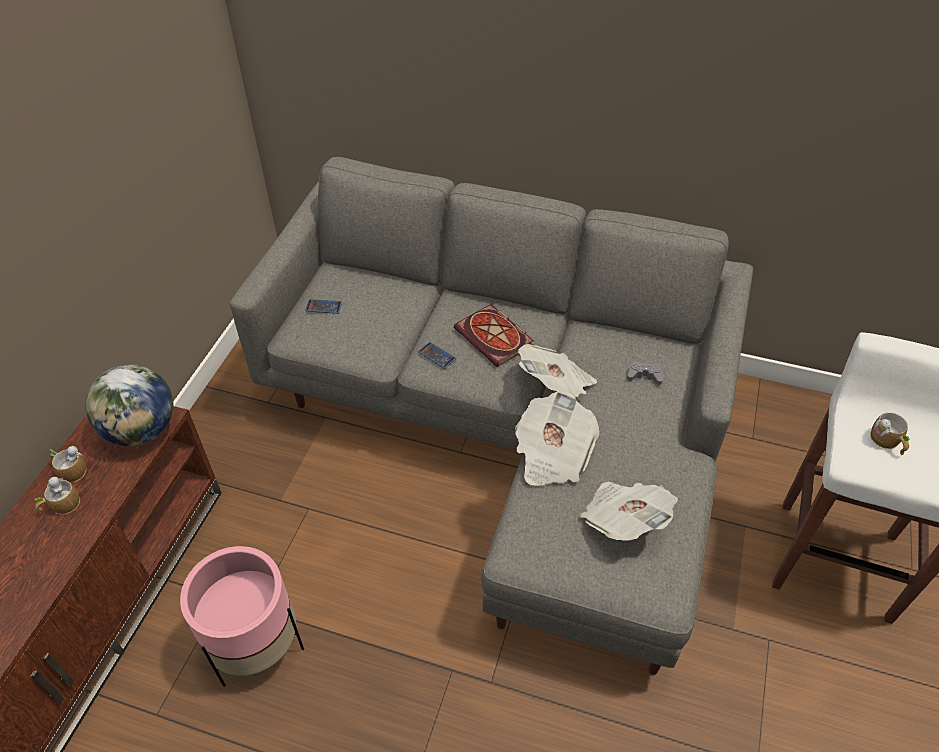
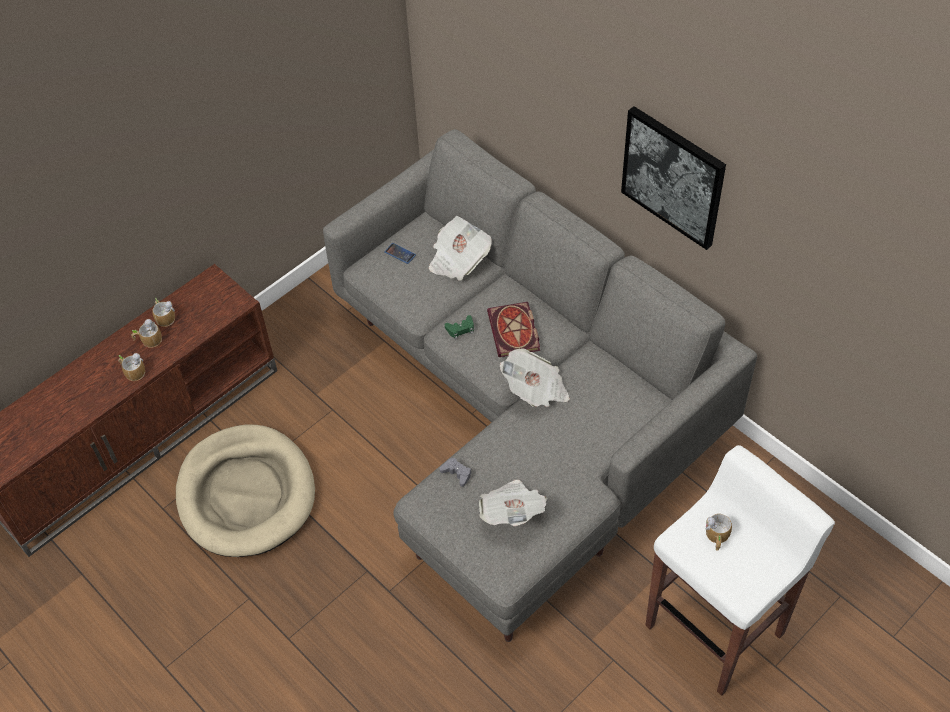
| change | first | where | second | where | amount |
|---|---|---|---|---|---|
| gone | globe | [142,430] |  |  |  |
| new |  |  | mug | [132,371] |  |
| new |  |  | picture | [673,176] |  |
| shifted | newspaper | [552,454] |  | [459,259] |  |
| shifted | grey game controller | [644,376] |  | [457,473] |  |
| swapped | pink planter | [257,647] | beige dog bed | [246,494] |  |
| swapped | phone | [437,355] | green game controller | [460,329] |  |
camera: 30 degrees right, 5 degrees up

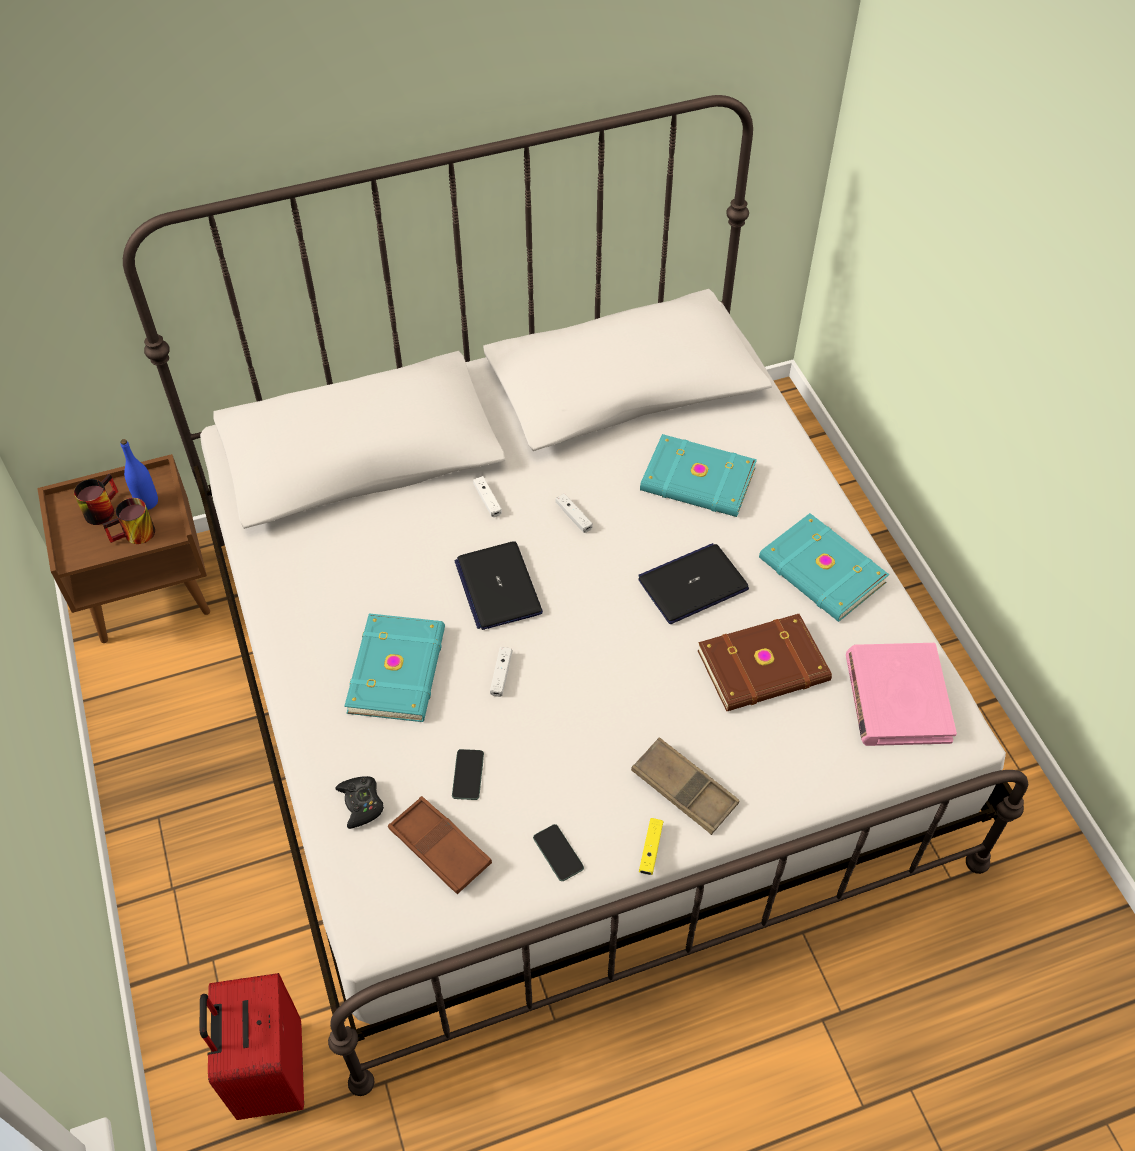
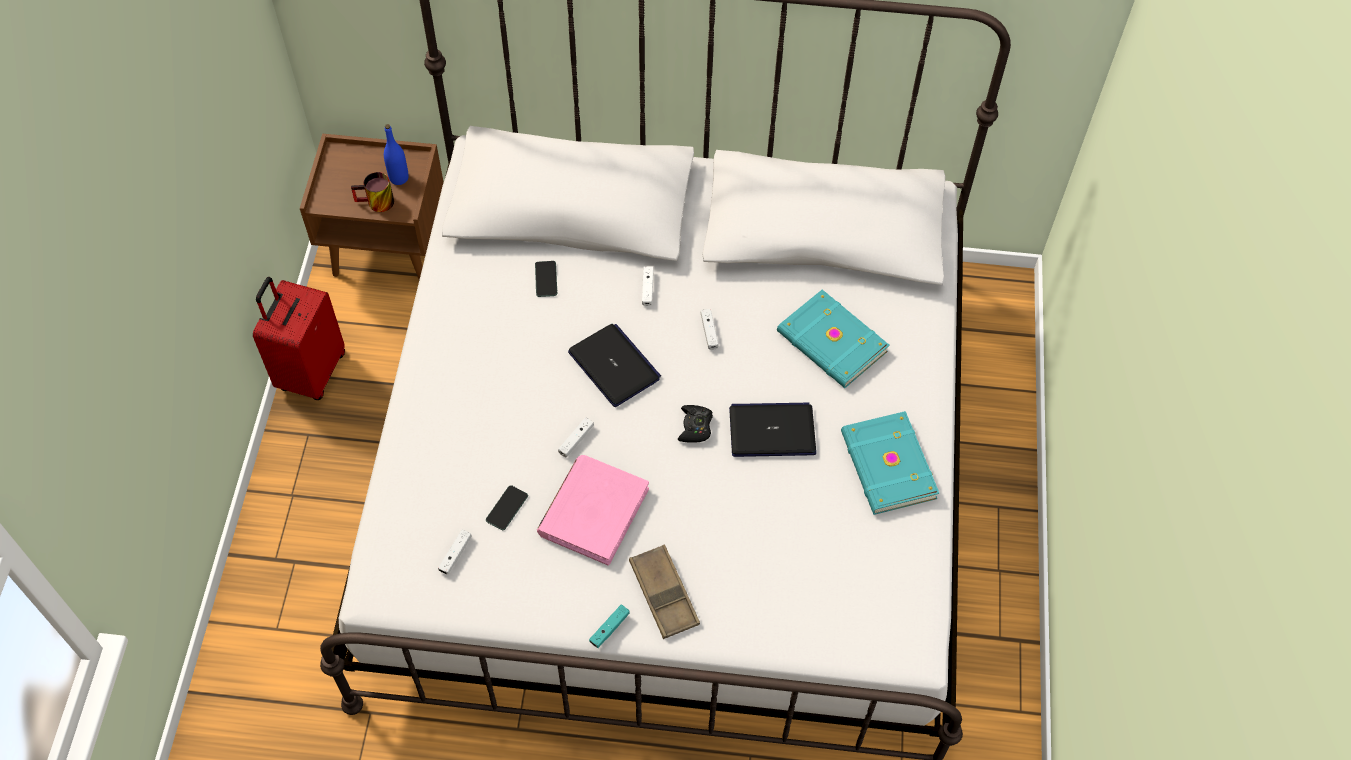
| change | first | where | second | where | amount |
|---|---|---|---|---|---|
| gone | mug | [100,508] |  |  |  |
| gone | turquoise book | [399,670] |  |  |  |
| gone | brown book | [764,668] |  |  |  |
| shifted | red suitcase | [269,1072] |  | [310,372] |  |
| shifted | black game controller | [361,804] |  | [695,427] |  |
| shifted | phone | [558,853] |  | [546,279] |  |
| shifted | pink book | [897,697] |  | [593,511] |  |
| swapped | brown tray | [440,848] | white game controller | [455,554] |  |
| repainted | yellow game controller | [650,849] | turquoise game controller | [609,628] |  |
| rotated | laptop | [498,586] |  | [614,366] | 135 degrees clockwise |
camera: 25 degrees right, 5 degrees up

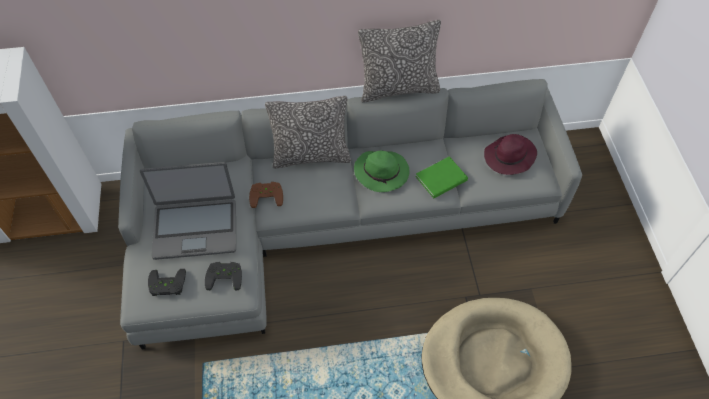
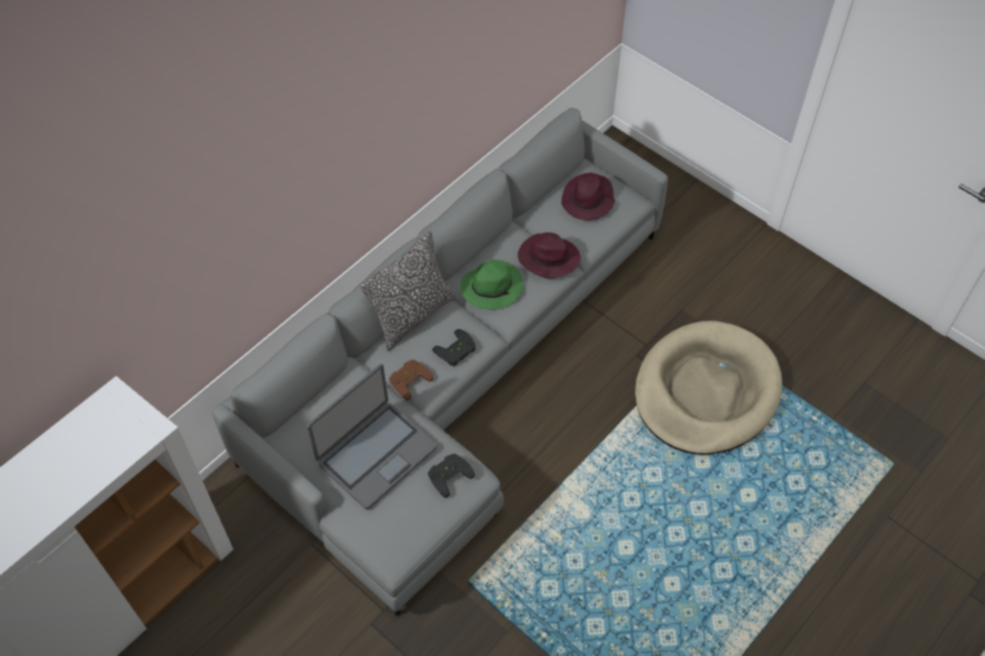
| change | first | where | second | where | amount |
|---|---|---|---|---|---|
| gone | pillow | [398,89] |  |  |  |
| shifted | black game controller | [167,286] |  | [456,351] |  |
| swapped | green book | [439,178] | purple hat | [547,258] |  |
camera: 40 degrees left, 0 degrees up

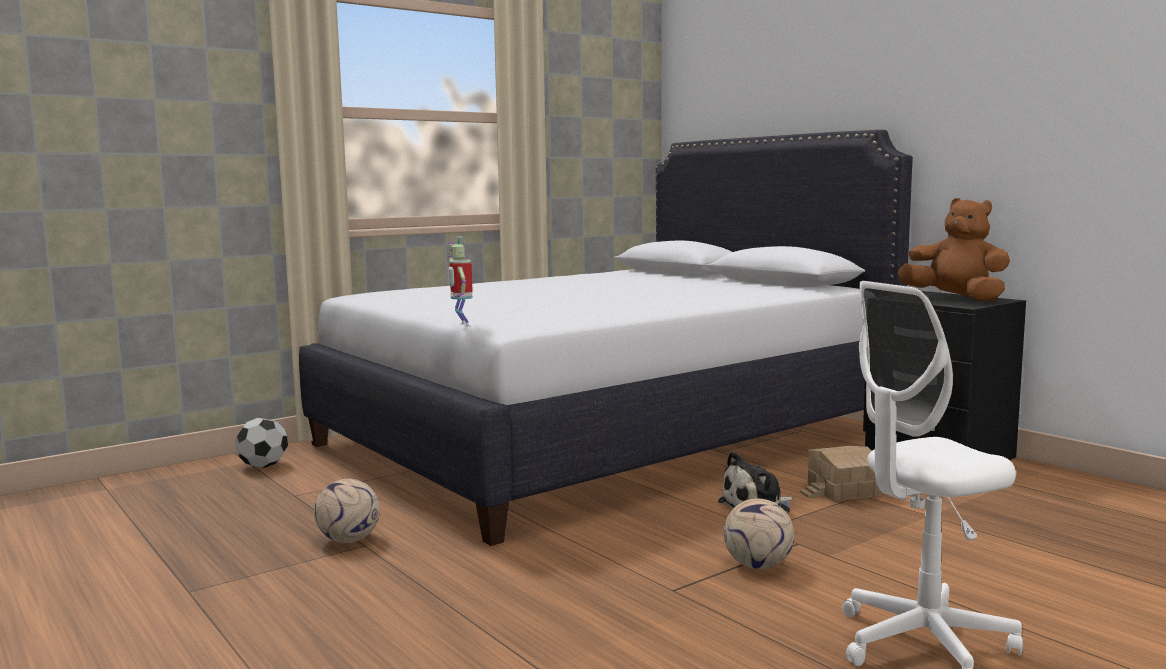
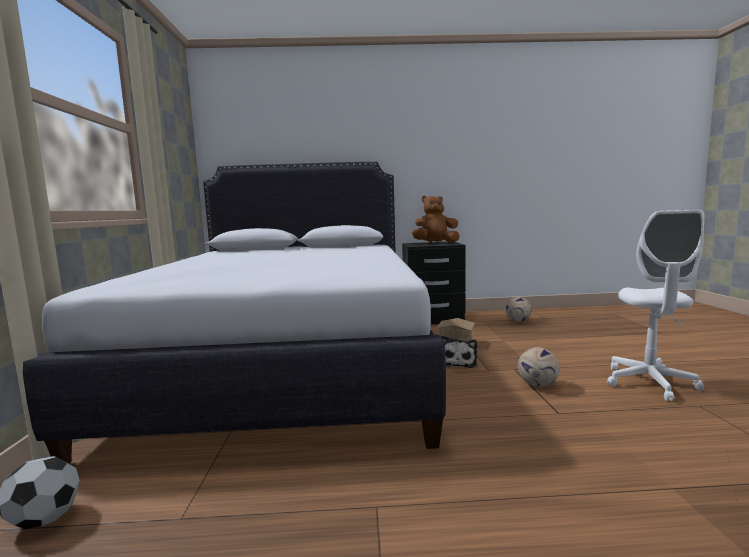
| change | first | where | second | where | amount |
|---|---|---|---|---|---|
| gone | toy robot | [461,325] |  |  |  |
| shifted | football | [348,540] |  | [517,321] |  |
camera: 55 degrees left, 0 degrees up

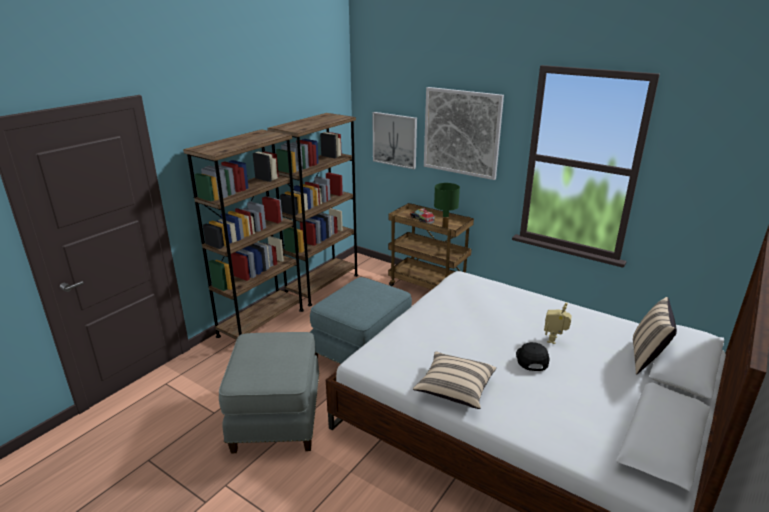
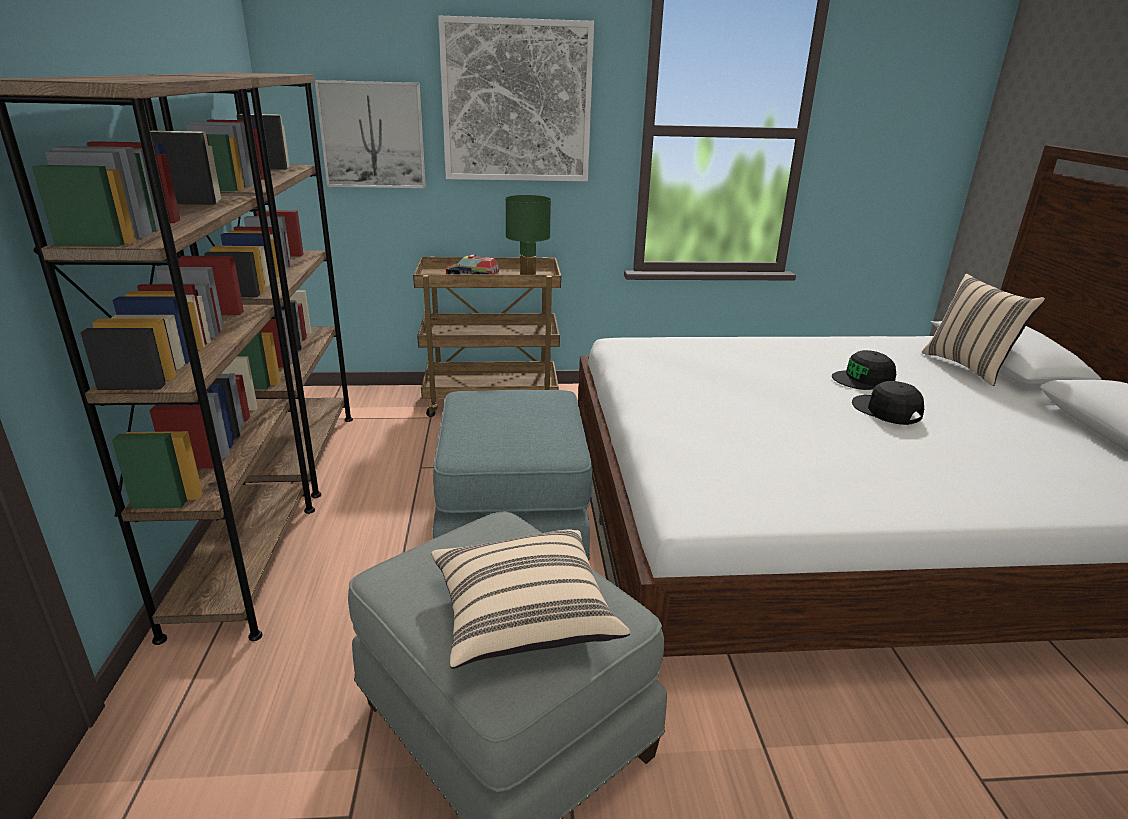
| change | first | where | second | where | amount |
|---|---|---|---|---|---|
| shifted | beige pillow | [455,389] |  | [523,617] |  |
| swapped | toy robot | [554,340] | black cap | [863,379] |  |
camera: 40 degrees left, 0 degrees up

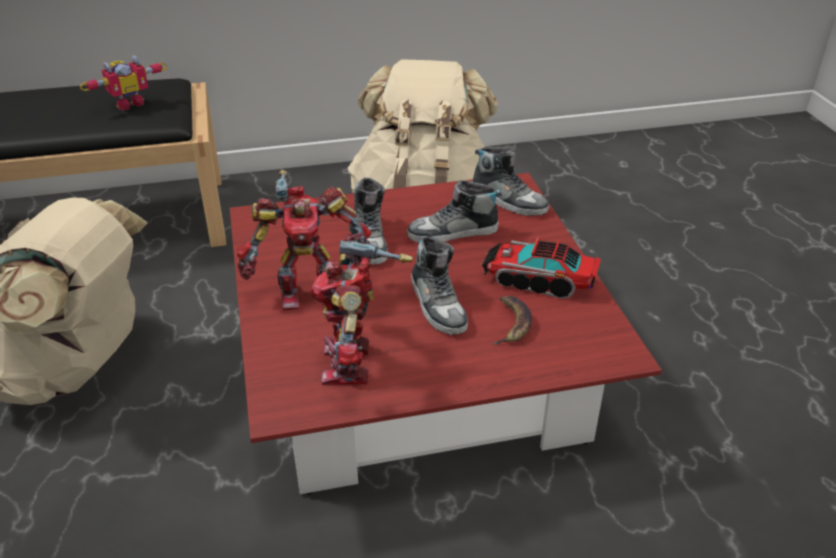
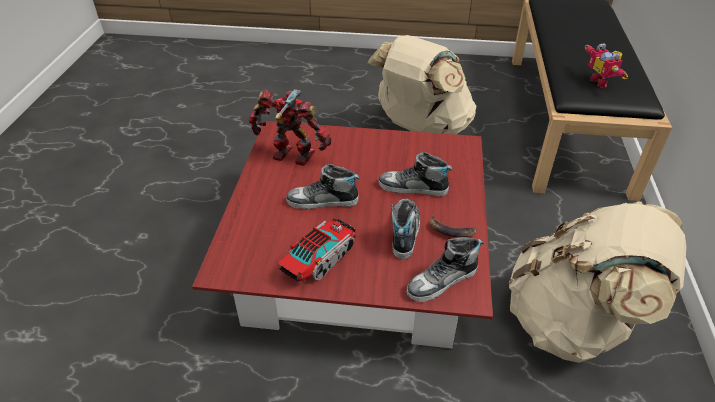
| change | first | where | second | where | amount |
|---|---|---|---|---|---|
| gone | toy robot | [307,291] |  |  |  |
| shifted | banana | [511,323] |  | [451,230] |  |
camera: 110 degrees right, 5 degrees up

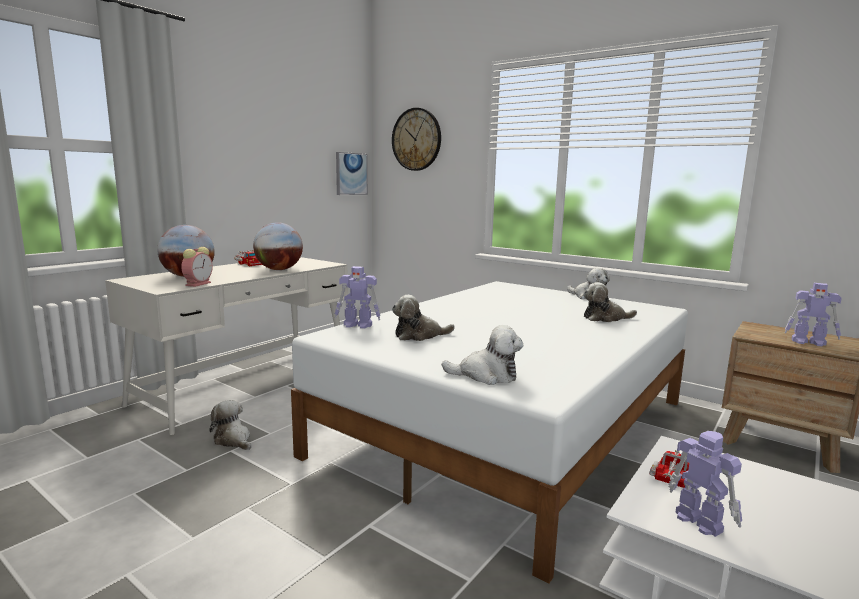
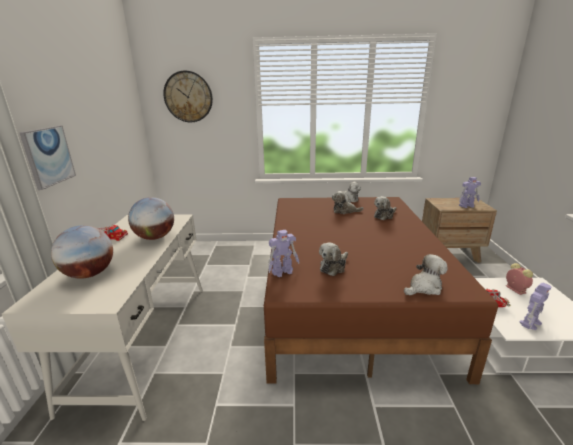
| change | first | where | second | where | amount |
|---|---|---|---|---|---|
| shifted | alarm clock | [198,284] |  | [514,289] |  |
| shifted | plush toy | [233,440] |  | [344,211] |  |
| shifted | picture | [351,174] |  | [48,156] |  |
| repainted | white bed | [510,427] | brown bed | [349,294] |  |
| rotated | toy robot | [698,520] |  | [530,323] | 120 degrees clockwise |
camera: 35 degrees left, 10 degrees up

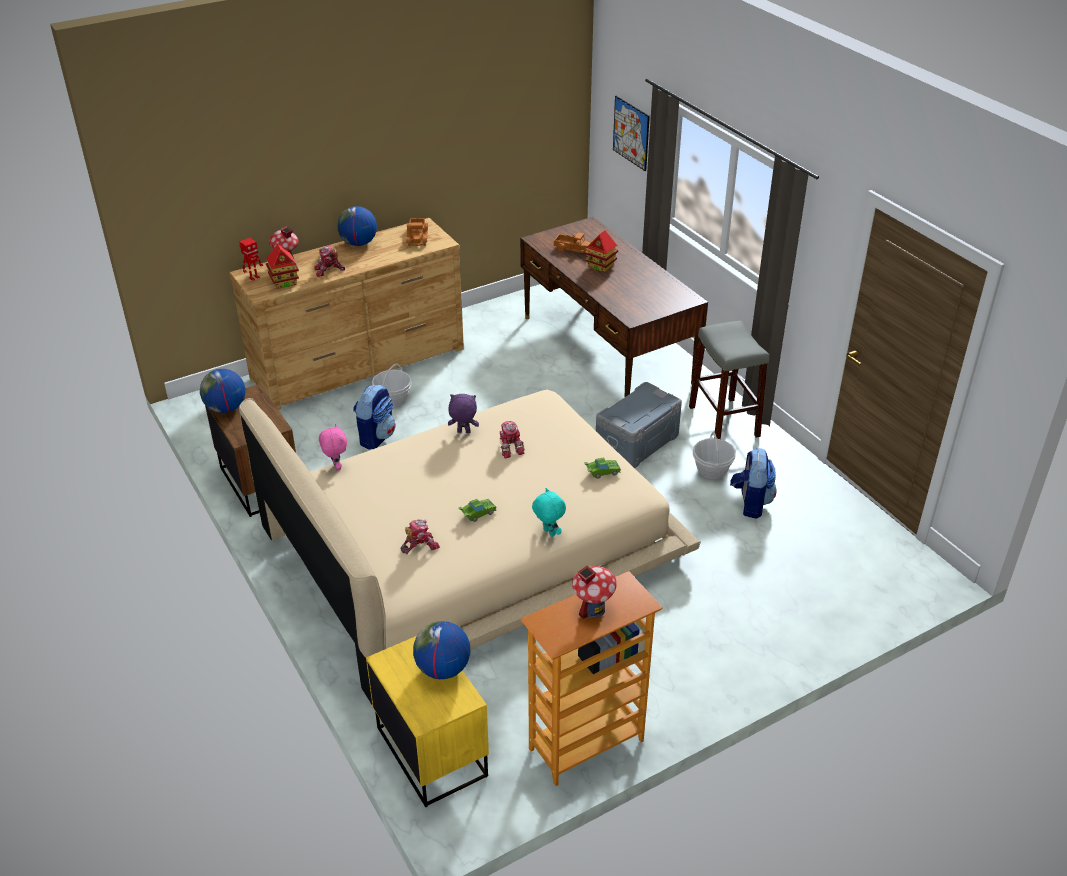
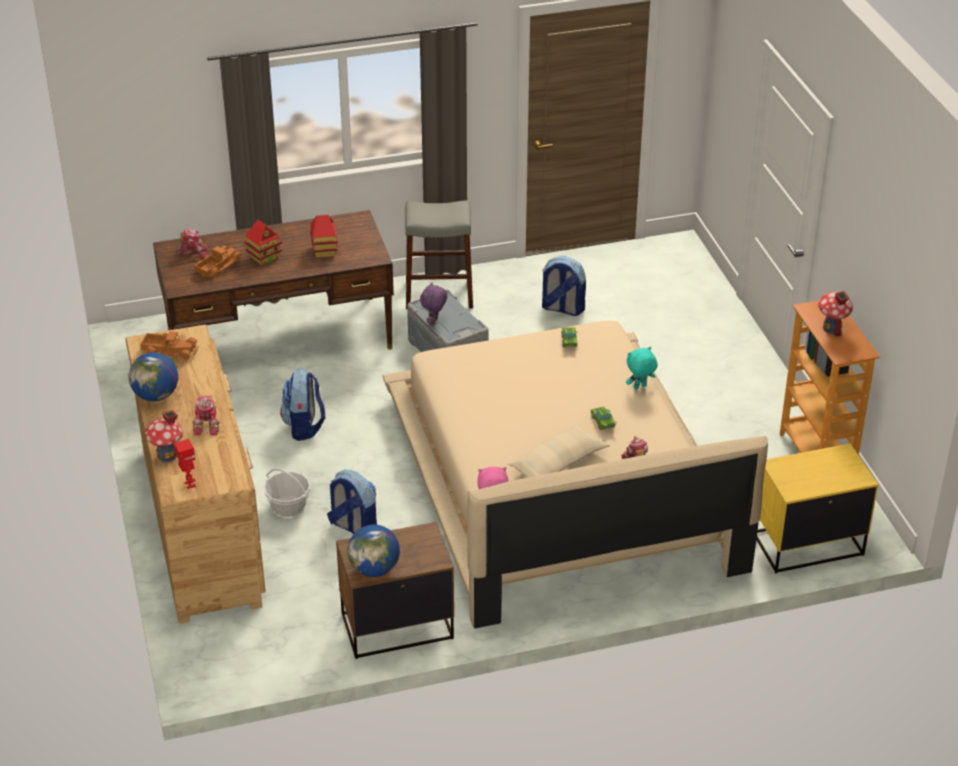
| change | first | where | second | where | amount |
|---|---|---|---|---|---|
| gone | globe | [443,669] |  |  |  |
| gone | picture | [631,133] |  |  |  |
| gone | basket | [712,470] |  |  |  |
| new |  |  | backpack | [304,427] |  |
| new |  |  | beige pillow | [558,463] |  |
| shifted | toy house | [284,282] |  | [324,251] |  |
| shifted | purple plush toy | [463,432] |  | [434,322] |  |
| shifted | toy robot | [510,447] |  | [193,252] |  |
camera: 75 degrees left, 0 degrees up

